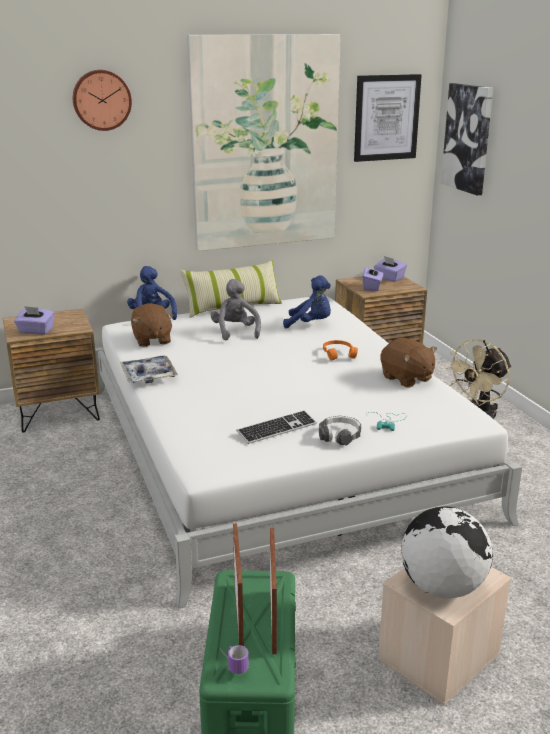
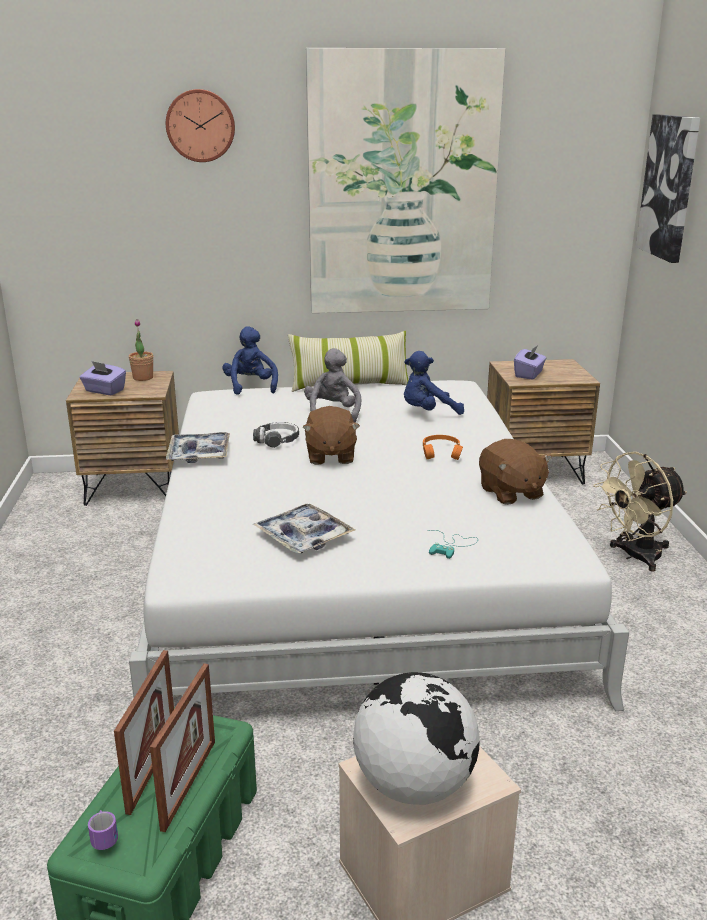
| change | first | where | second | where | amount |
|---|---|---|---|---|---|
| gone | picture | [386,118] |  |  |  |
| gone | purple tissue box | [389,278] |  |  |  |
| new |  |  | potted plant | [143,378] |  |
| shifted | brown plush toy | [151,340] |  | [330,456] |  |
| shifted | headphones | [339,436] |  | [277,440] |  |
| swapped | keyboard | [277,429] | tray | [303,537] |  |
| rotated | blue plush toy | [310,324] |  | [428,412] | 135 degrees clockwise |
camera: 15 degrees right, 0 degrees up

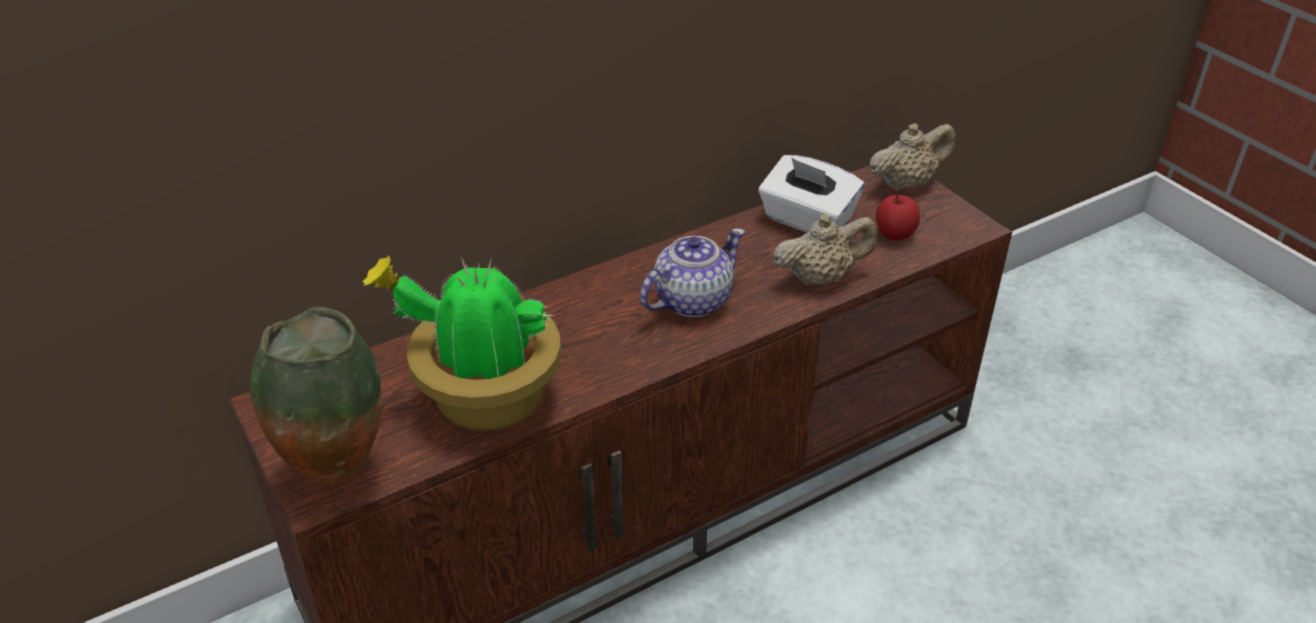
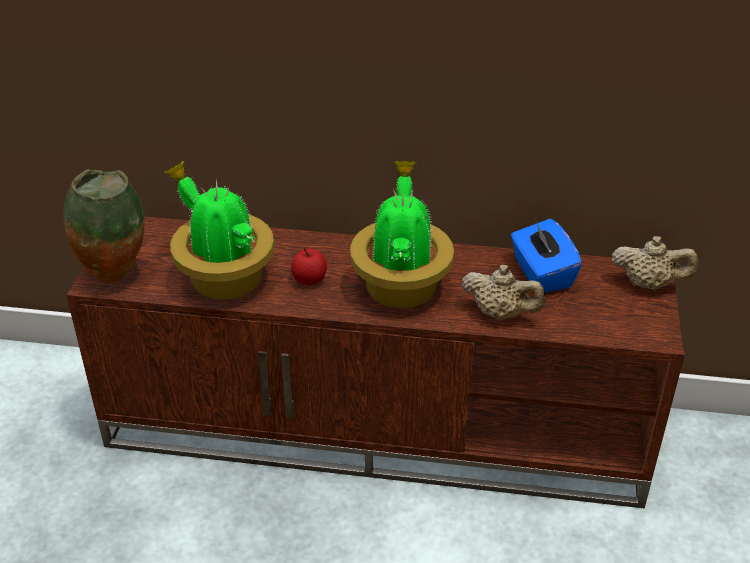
| change | first | where | second | where | amount |
|---|---|---|---|---|---|
| shifted | apple | [895,234] |  | [309,279] |  |
| swapped | teapot | [691,300] | potted plant | [401,285] |  |
| repainted | white tissue box | [807,220] | blue tissue box | [541,274] |  |
camera: 40 degrees right, 0 degrees up

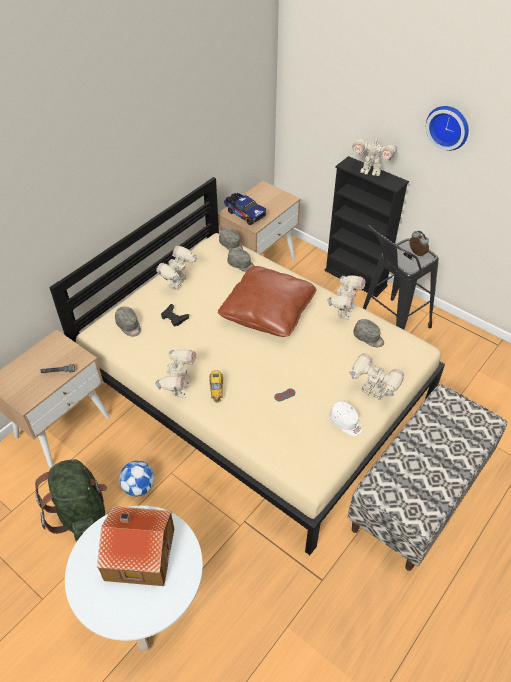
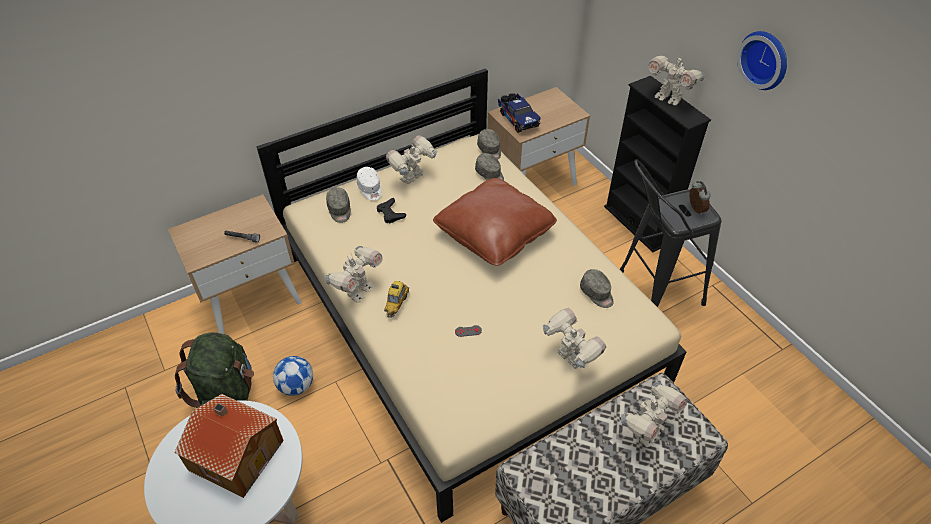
| change | first | where | second | where | amount |
|---|---|---|---|---|---|
| shifted | toy robot | [344,311] |  | [646,431] |  |
| shifted | white cap | [345,423] |  | [370,189] |  |
camera: 20 degrees right, 0 degrees up

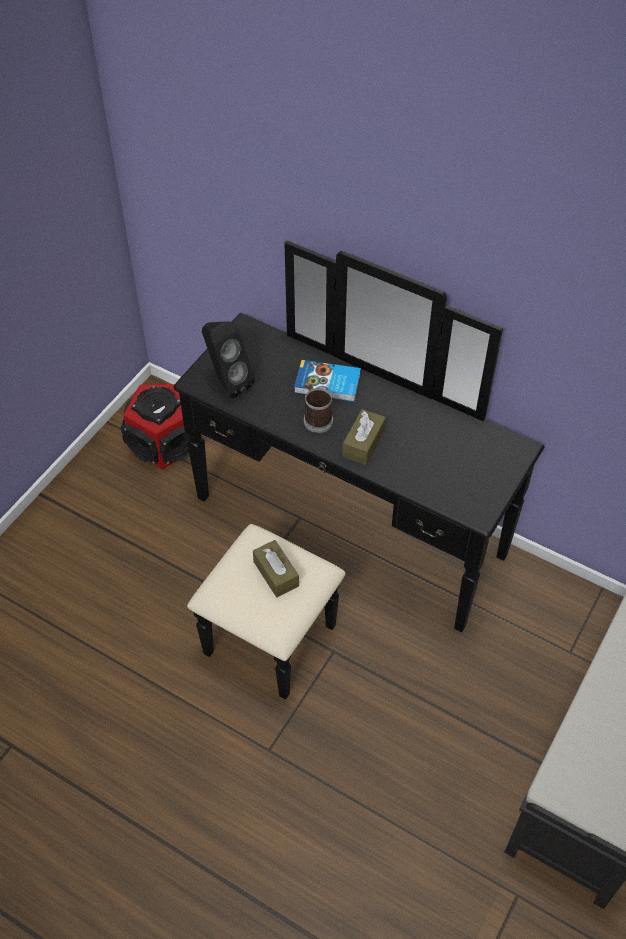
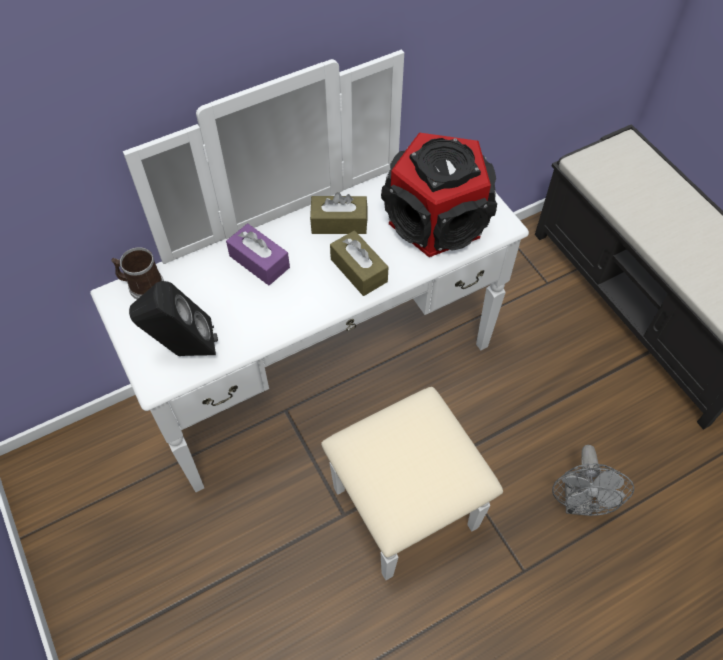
| change | first | where | second | where | amount |
|---|---|---|---|---|---|
| new |  |  | grey fan | [578,502] |  |
| shifted | speaker | [165,442] |  | [436,220] |  |
| shifted | brown tissue box | [276,574] |  | [339,223] |  |
| shifted | mug | [316,418] |  | [142,286] |  |
| swapped | book | [328,384] | purple tissue box | [259,262] |  |
| repainted | black dresser | [333,551] | white dresser | [343,401] |  |
camera: 60 degrees left, 5 degrees up

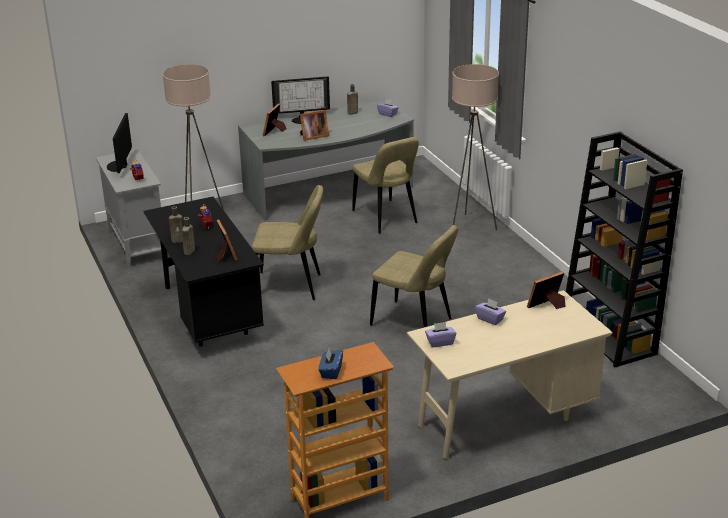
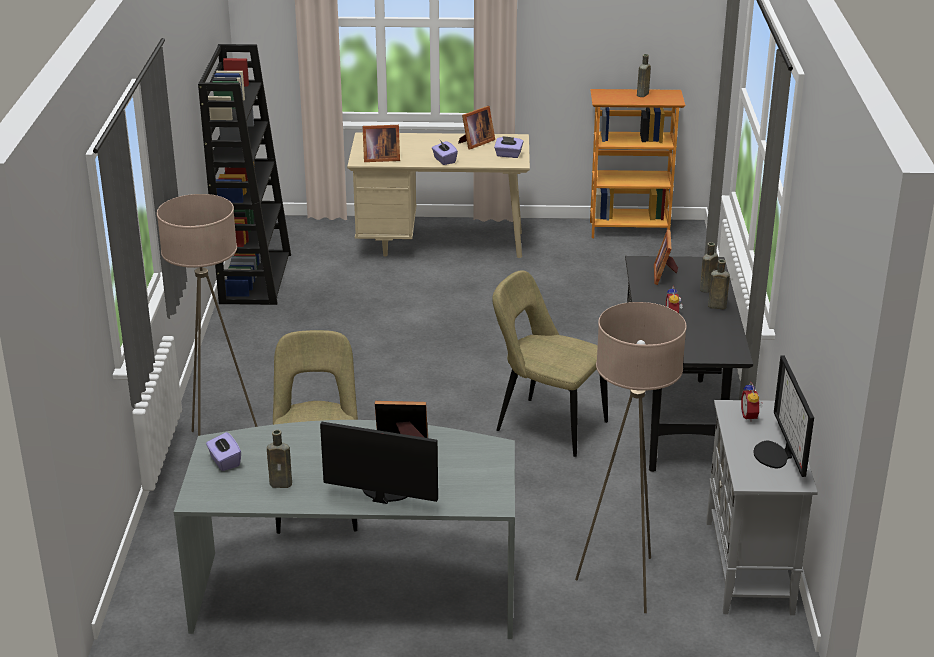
| change | first | where | second | where | amount |
|---|---|---|---|---|---|
| gone | beige chair | [414,323] |  |  |  |
| shifted | picture frame | [274,131] |  | [475,143] |  |
| swapped | blue tissue box | [331,371] | brown bottle | [642,95] |  |
| rotated | monitor | [119,166] |  | [776,455] | 150 degrees clockwise |
camera: 155 degrees left, 0 degrees up

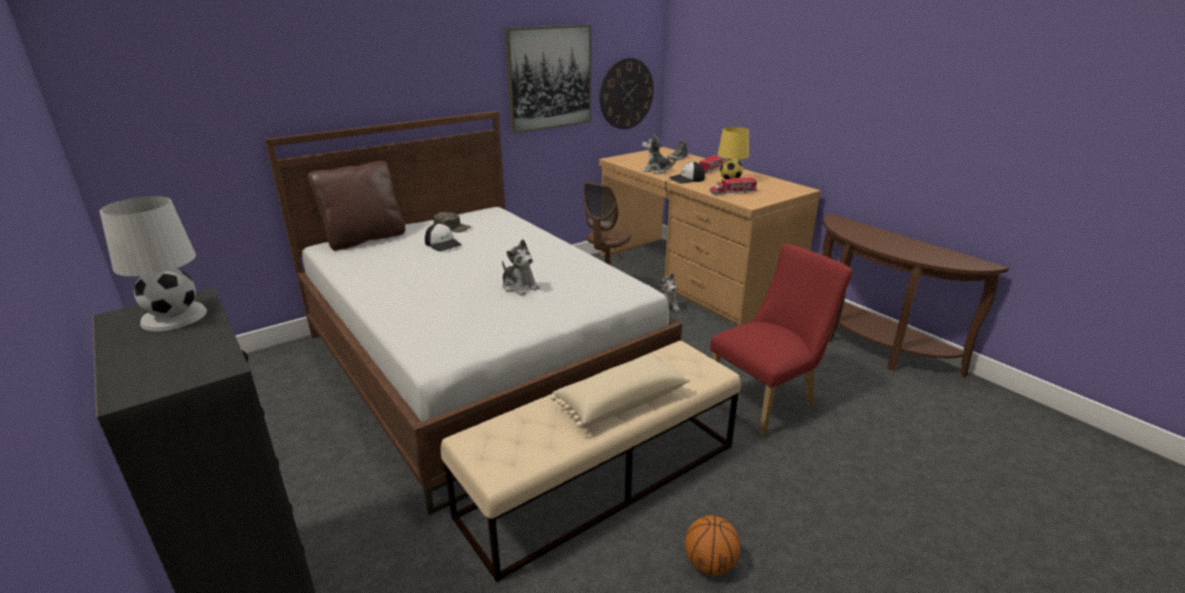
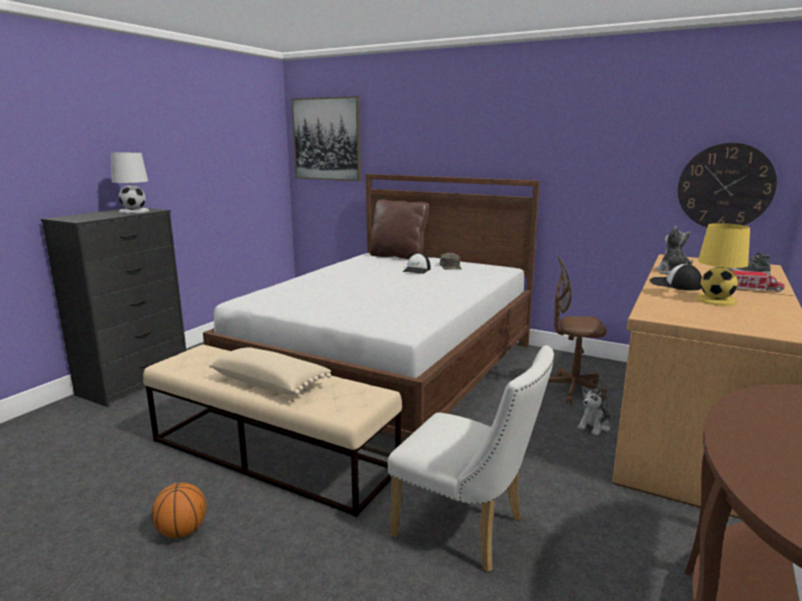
| change | first | where | second | where | amount |
|---|---|---|---|---|---|
| gone | plush toy | [519,287] |  |  |  |
| gone | toy truck | [732,192] |  |  |  |
| shifted | picture | [549,78] |  | [327,139] |  |
| repainted | red chair | [767,399] | white chair | [467,530] |  |
camera: 65 degrees right, 10 degrees down

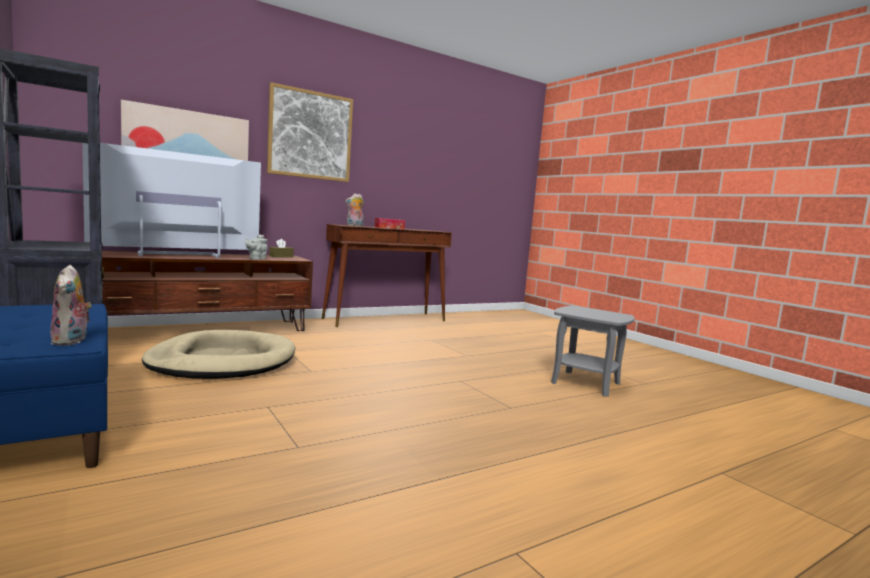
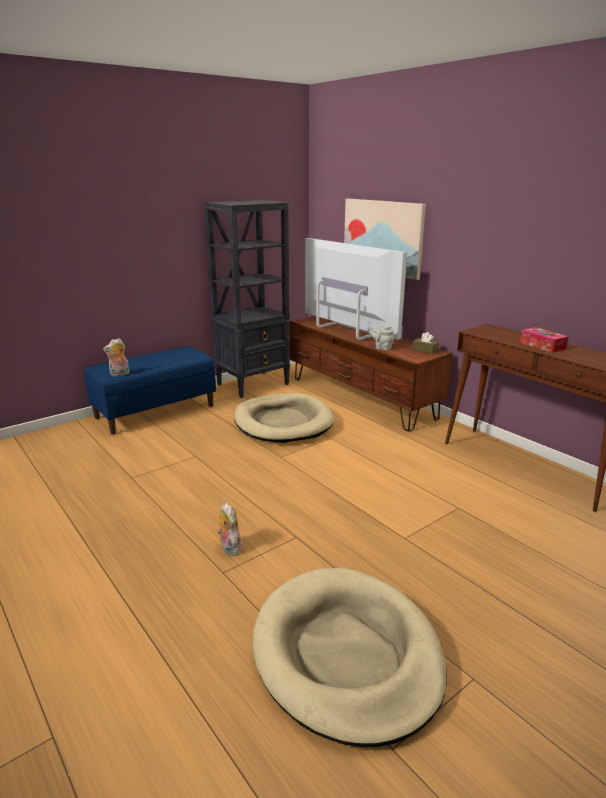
| change | first | where | second | where | amount |
|---|---|---|---|---|---|
| gone | picture | [310,135] |  |  |  |
| shifted | plush toy | [354,226] |  | [229,548] |  |
| swapped | grey side table | [586,383] | beige dog bed | [347,655] |  |
camera: 85 degrees right, 15 degrees up

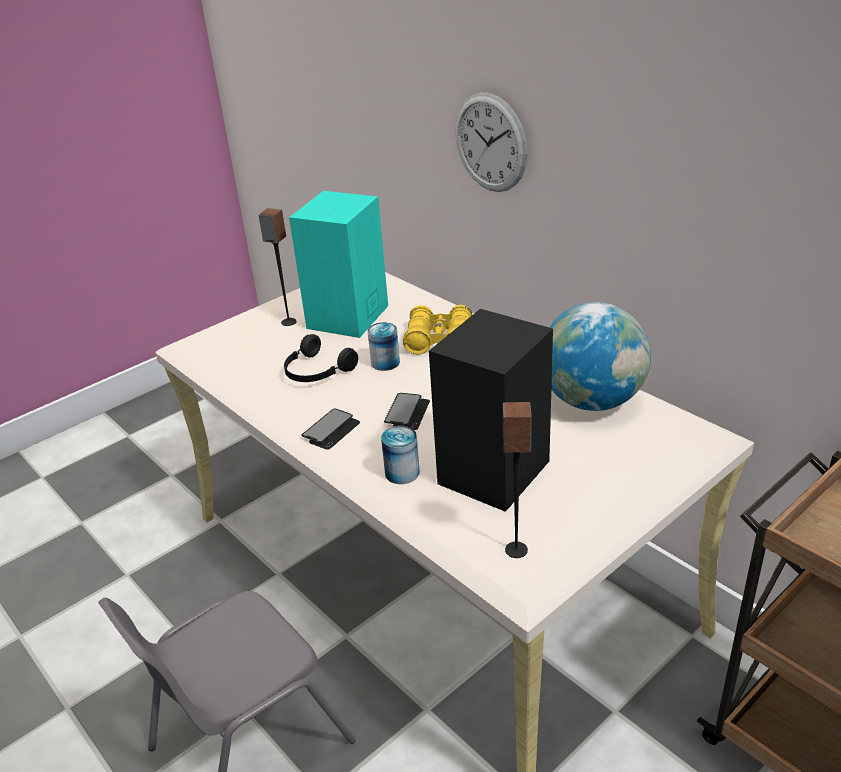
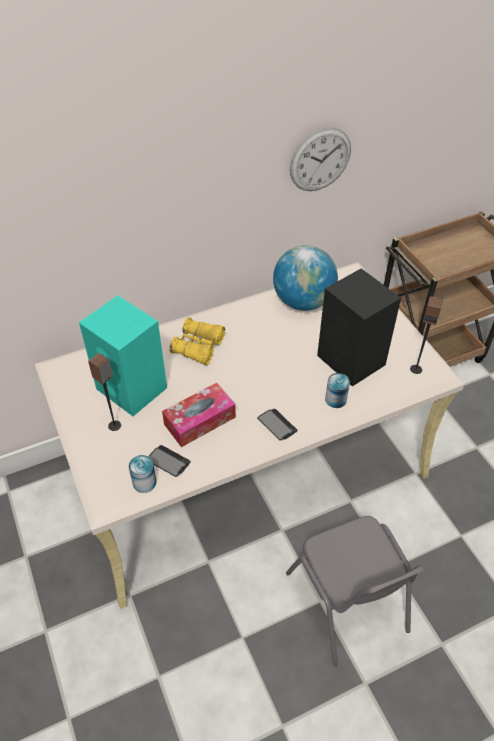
| change | first | where | second | where | amount |
|---|---|---|---|---|---|
| shifted | can | [385,362] |  | [144,482] |  |
| shifted | phone | [407,413] |  | [168,461] |  |
| shifted | wall clock | [490,143] |  | [320,160] |  |
| swapped | black headphones | [316,372] | tissue box | [200,420] |  |
camera: 75 degrees left, 15 degrees up

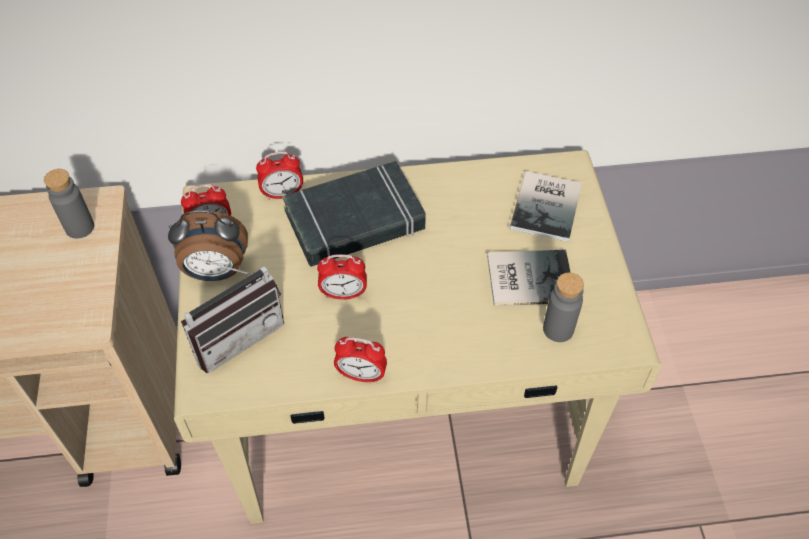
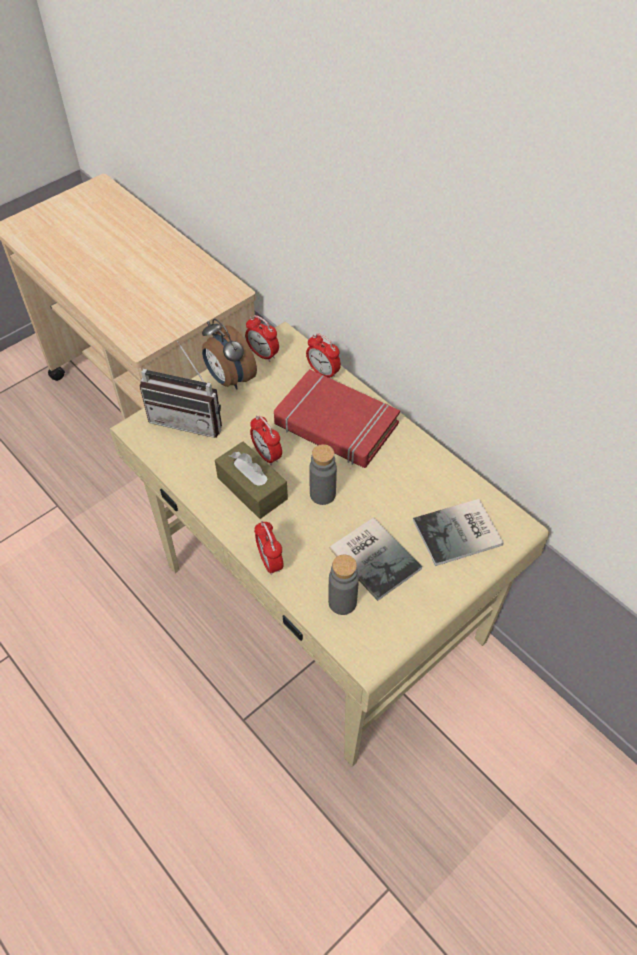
| change | first | where | second | where | amount |
|---|---|---|---|---|---|
| new |  |  | brown tissue box | [252,488] |  |
| shifted | grey bottle | [80,227] |  | [322,494] |  |
| shifted | alarm clock | [361,375] |  | [270,562] |  |
| repainted | black book | [355,221] | red book | [335,425] |  |
camera: 55 degrees right, 0 degrees up

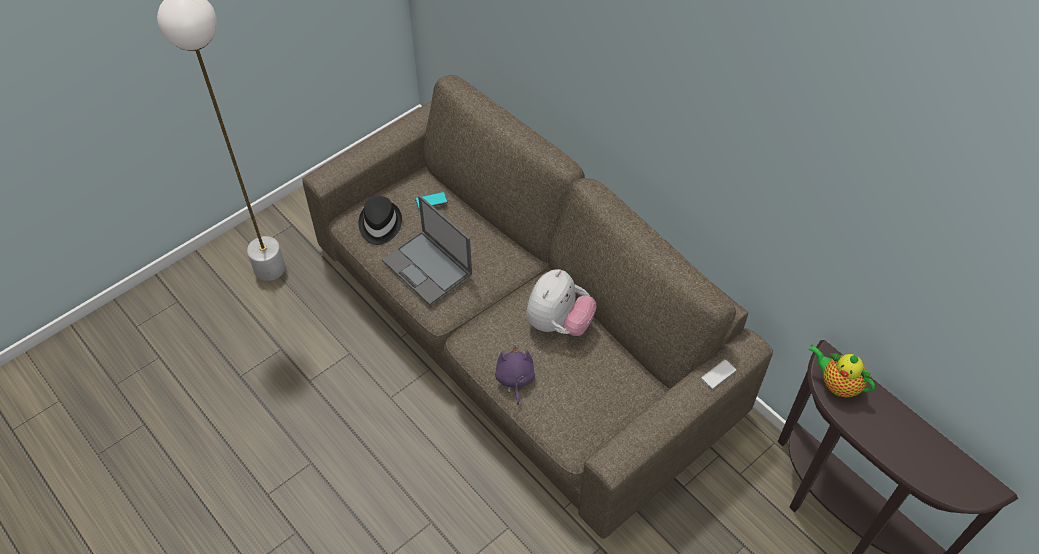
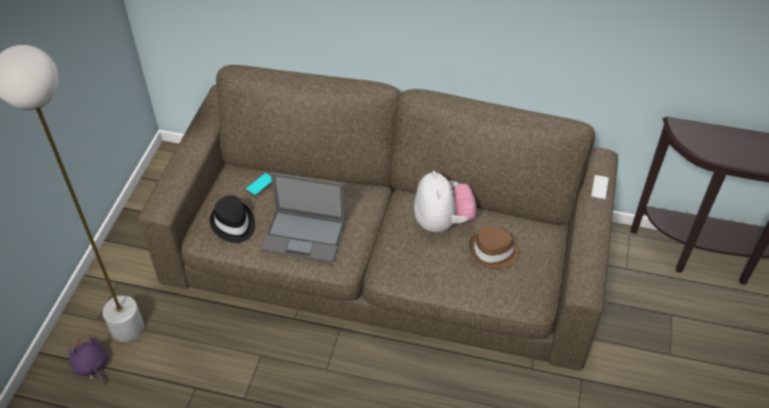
| change | first | where | second | where | amount |
|---|---|---|---|---|---|
| gone | teapot | [837,384] |  |  |  |
| new |  |  | brown hat | [493,252] |  |
| shifted | purple plush toy | [514,379] |  | [92,367] |  |
camera: 35 degrees left, 5 degrees down

